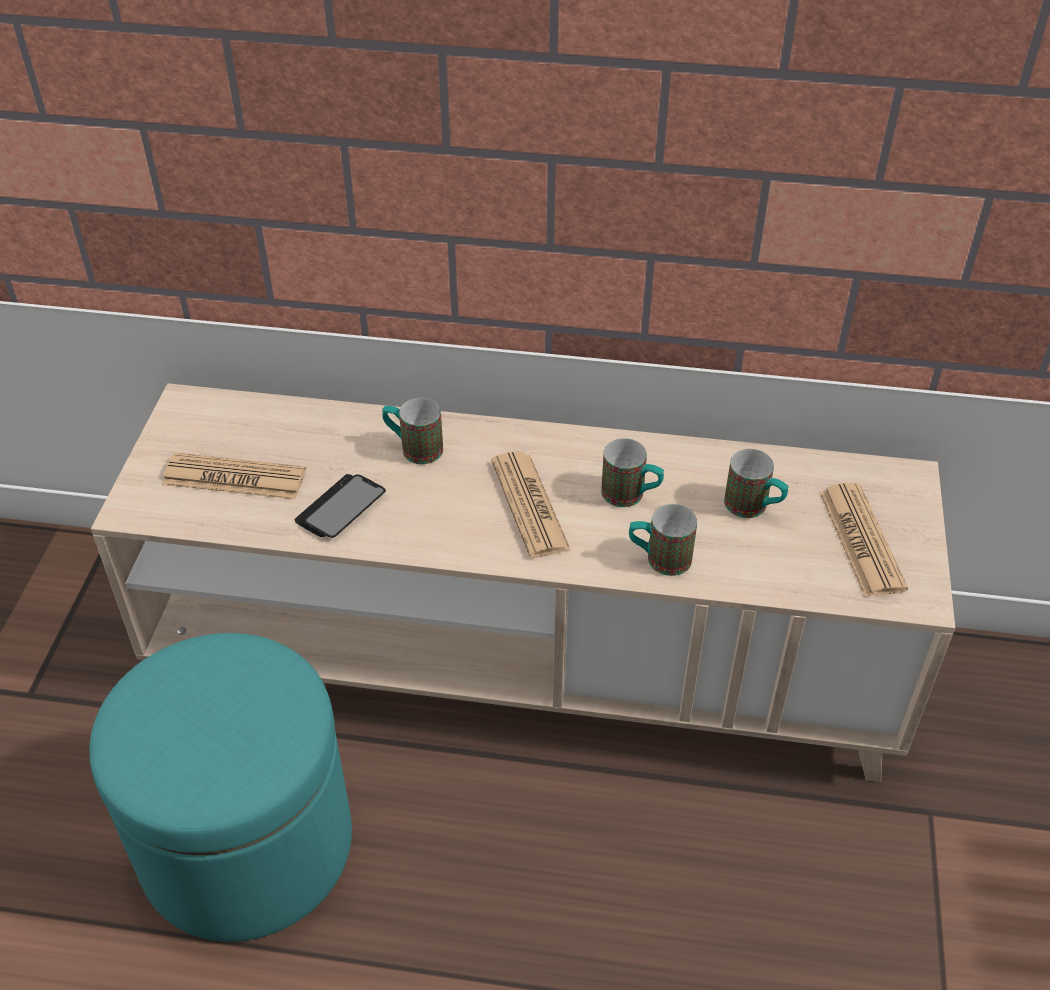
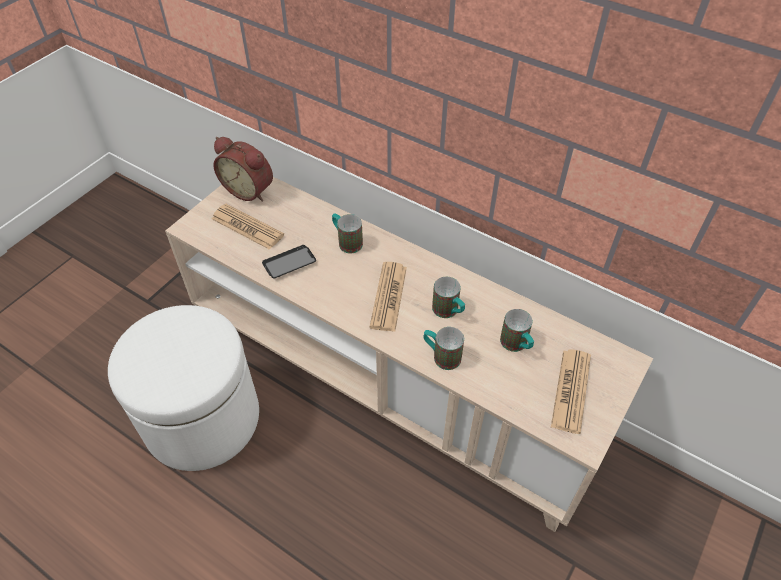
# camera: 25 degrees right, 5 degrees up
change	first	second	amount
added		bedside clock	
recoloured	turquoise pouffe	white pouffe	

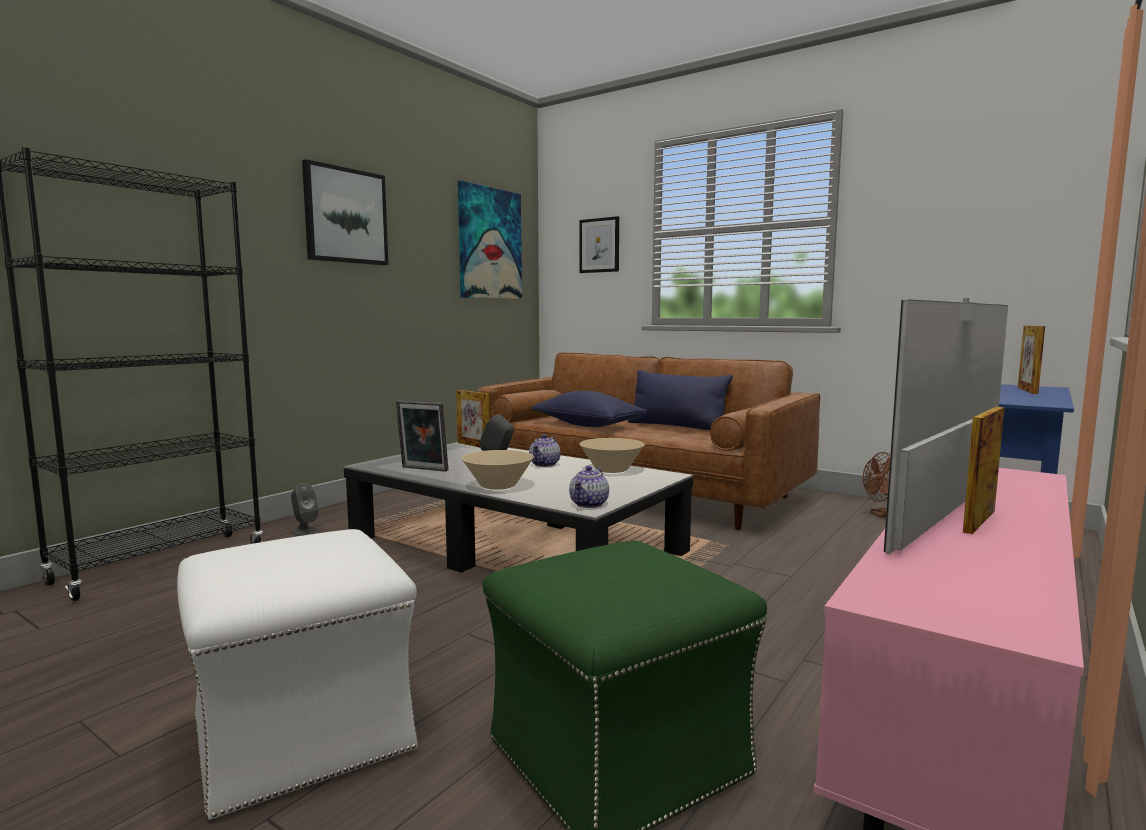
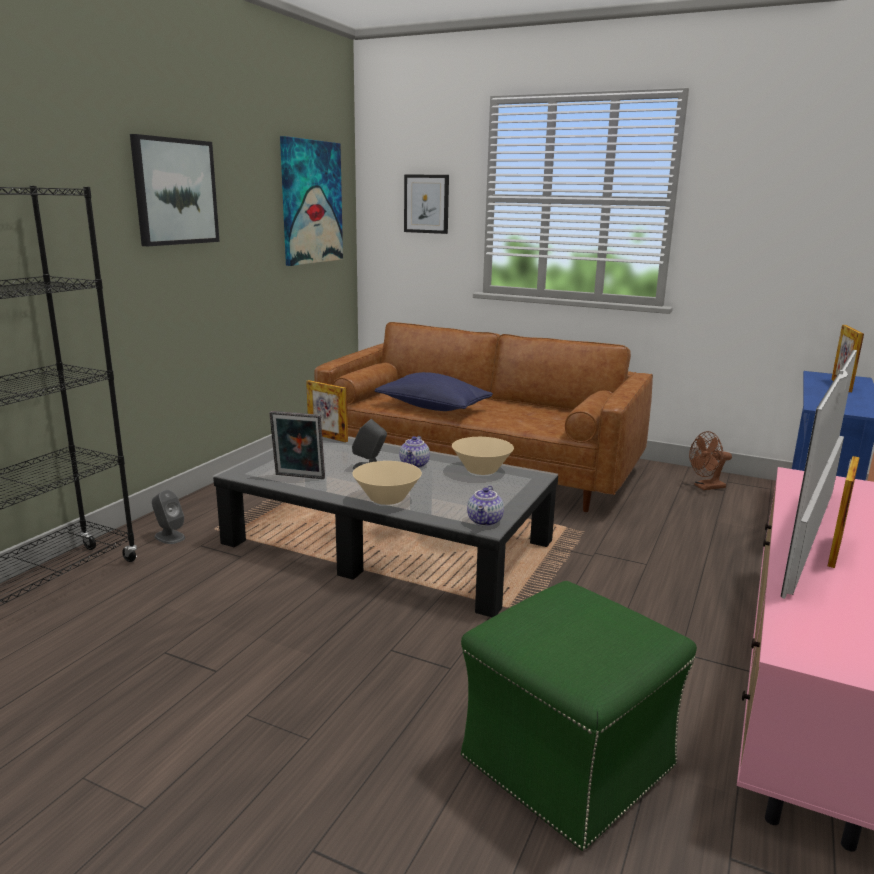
# camera: 10 degrees left, 10 degrees up
change	first	second	amount
removed	white pouffe		
removed	blue throw pillow (2nd from left)		

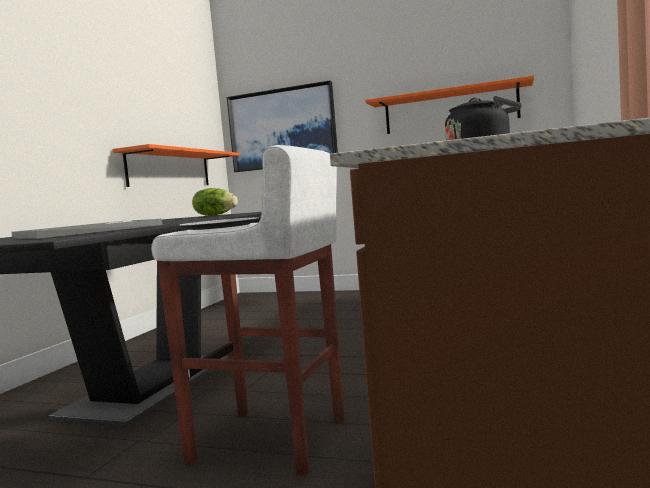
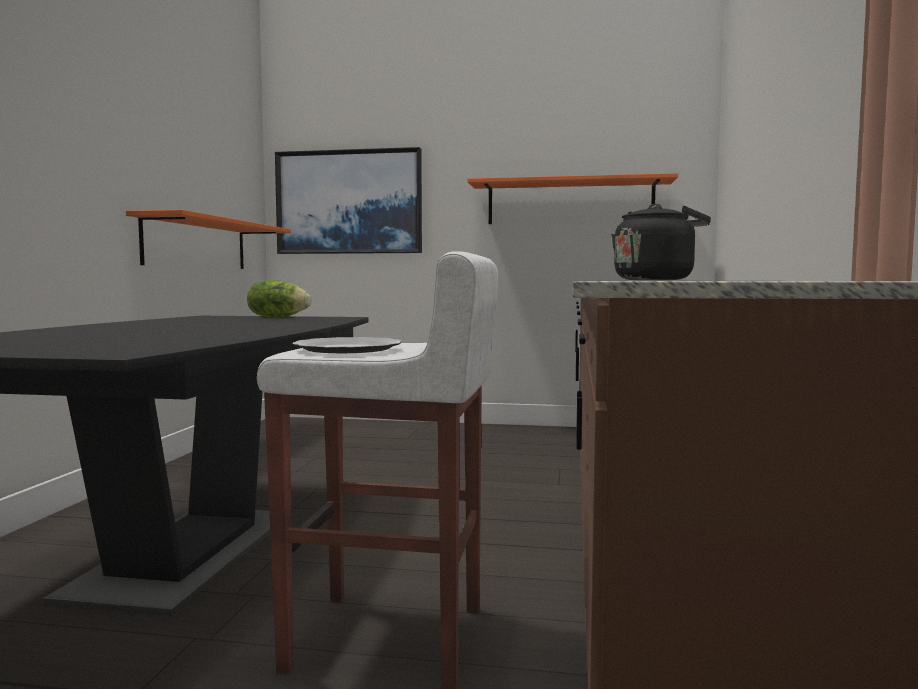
# camera: 10 degrees left, 0 degrees up
change	first	second	amount
removed	tray		

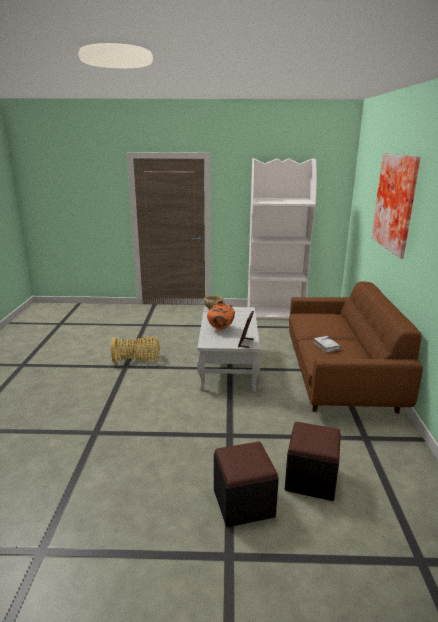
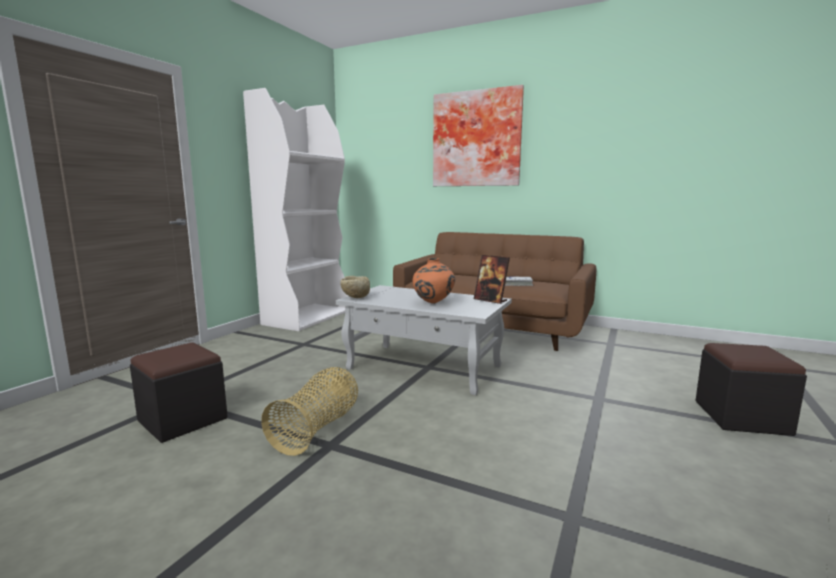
# camera: 65 degrees left, 10 degrees down
change	first	second	amount
moved	black-coloured pouffe (2nd from left in the first image)	black-coloured pouffe (1st from left)	

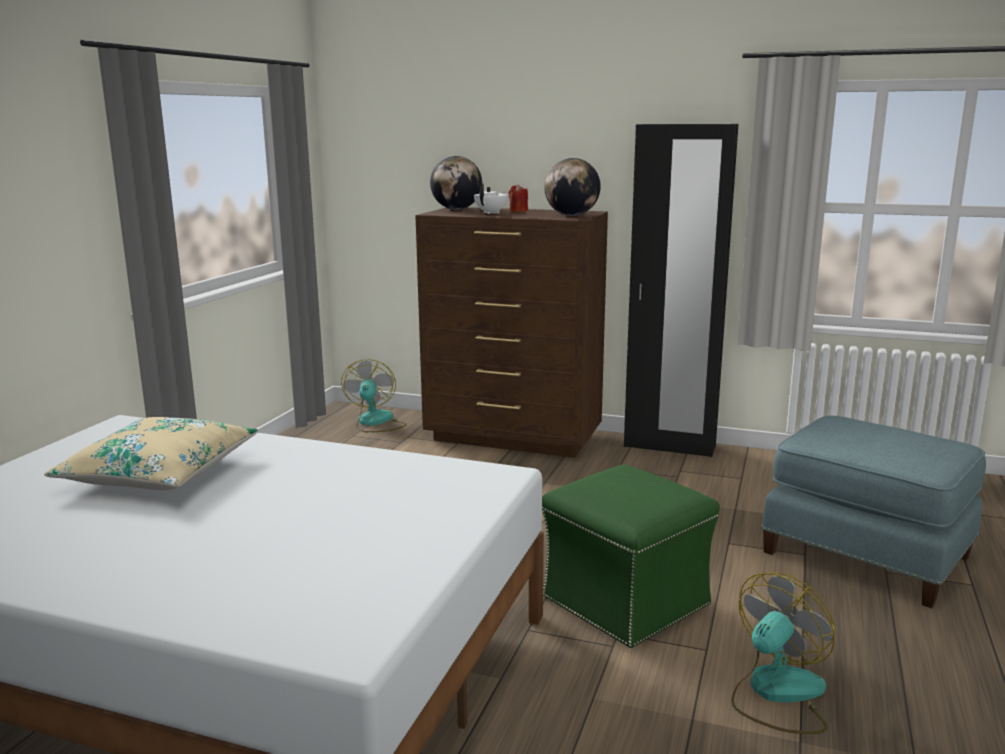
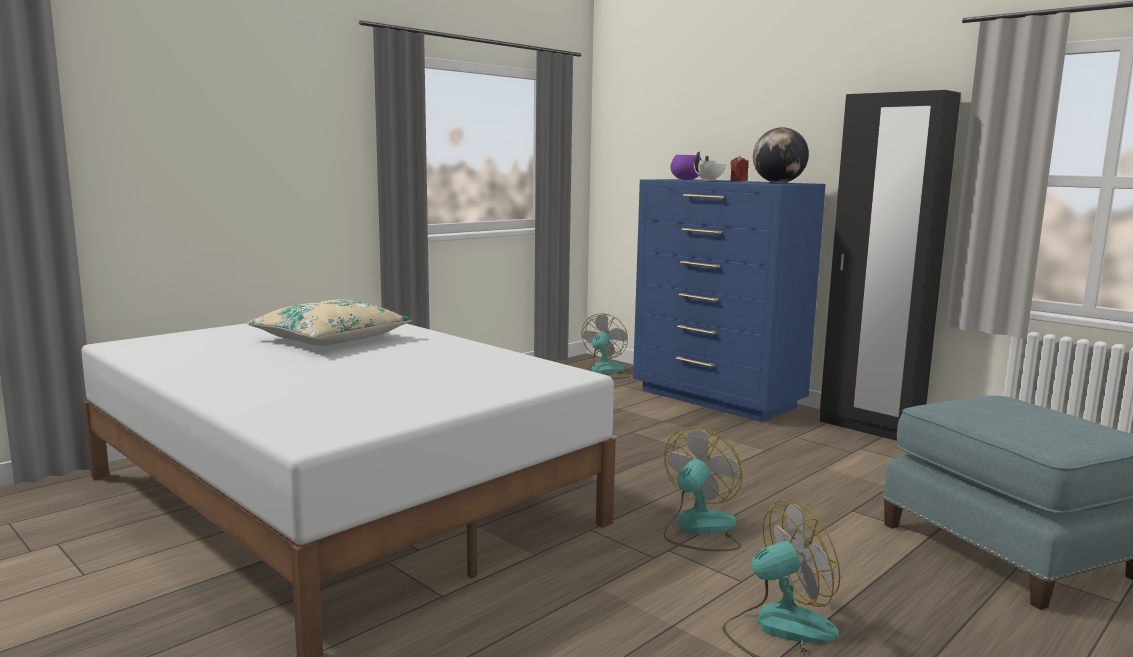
# camera: 25 degrees right, 5 degrees down
change	first	second	amount
replaced	desk globe (1st from left)	purple-coloured deep dish	
replaced	green-coloured pouffe	electric fan (2nd from left)	
recoloured	brown chest of drawers	blue chest of drawers	

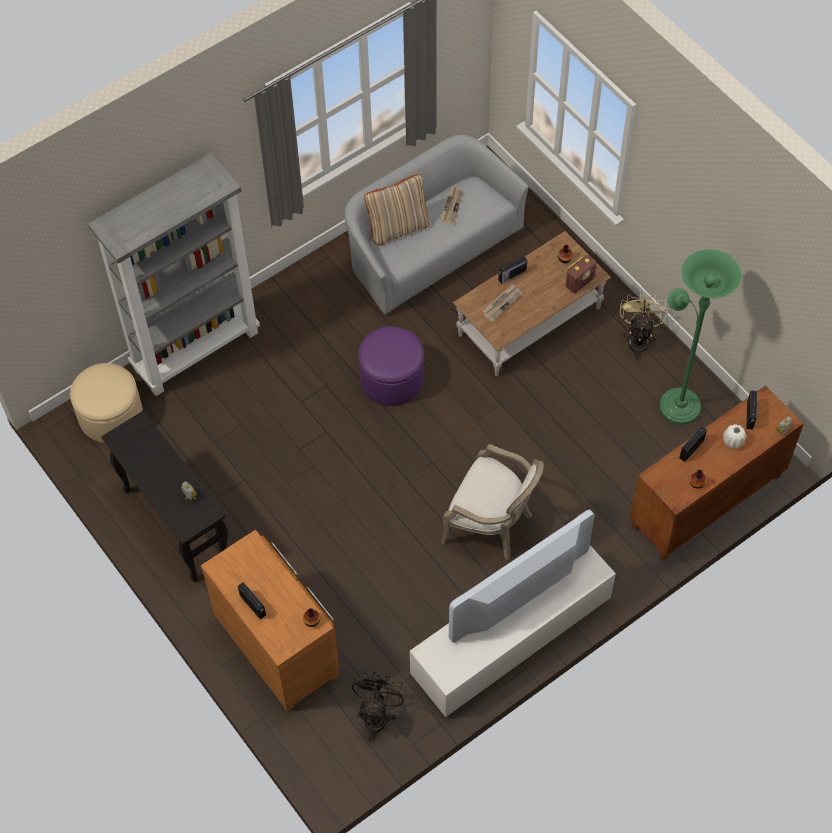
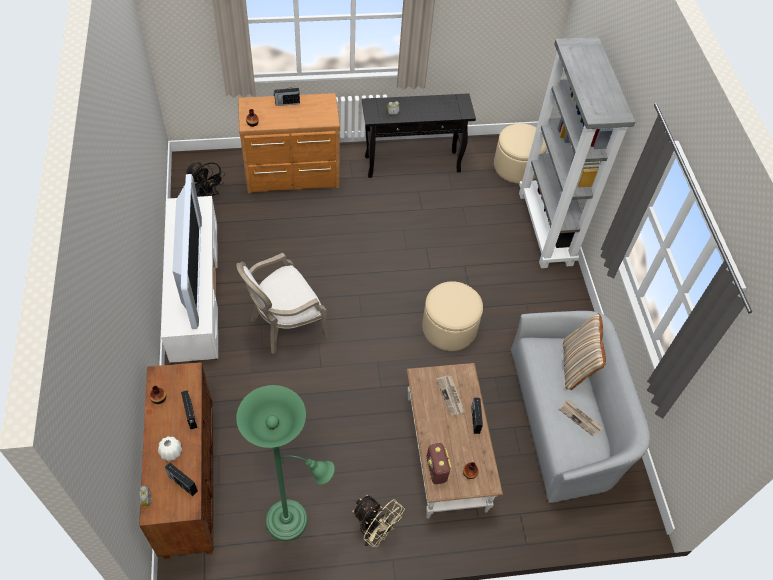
# camera: 115 degrees right, 5 degrees down
change	first	second	amount
recoloured	purple-coloured pouffe	beige-coloured pouffe (1st from left)	

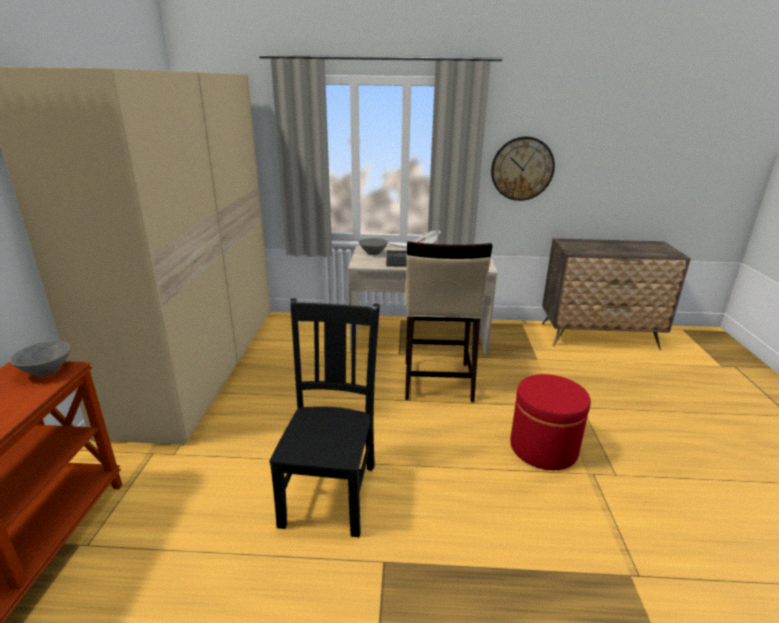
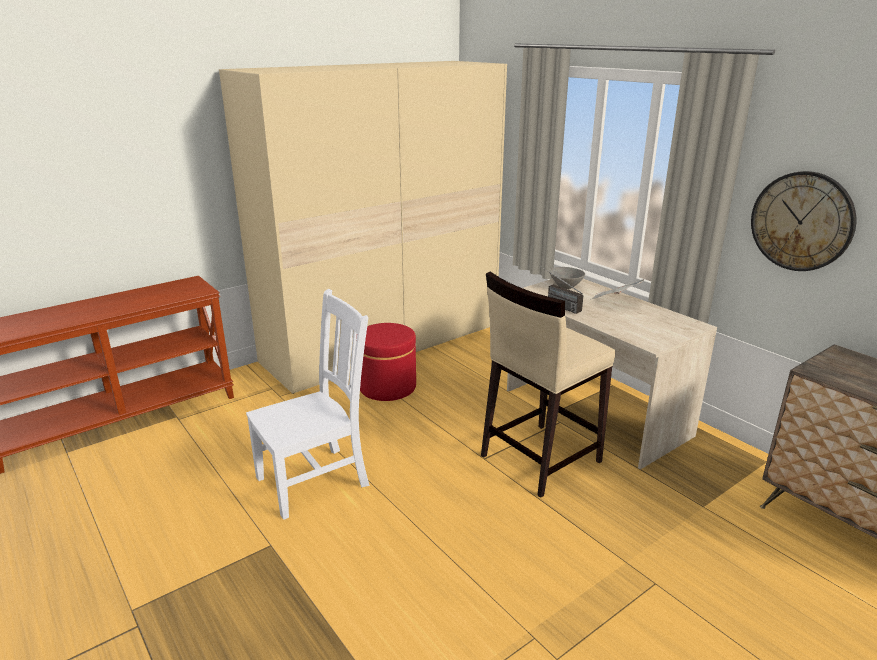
# camera: 50 degrees right, 0 degrees up
change	first	second	amount
removed	greyish deep dish (1st from left)		
moved	red pouffe		
recoloured	black-coloured chair	white chair	

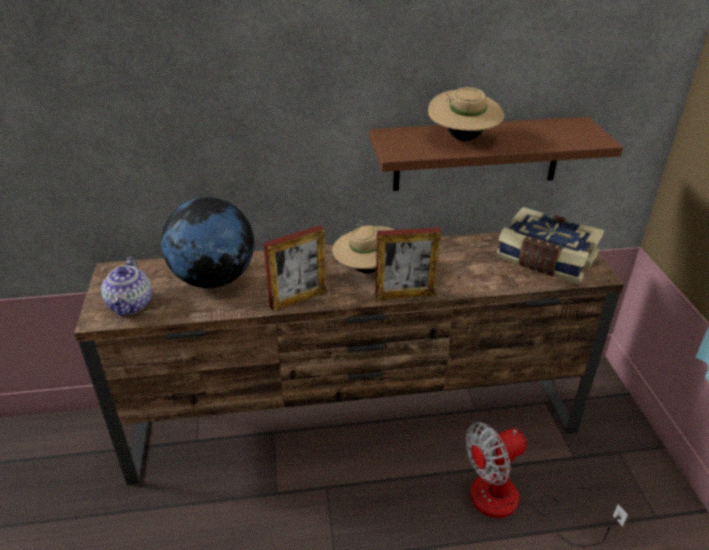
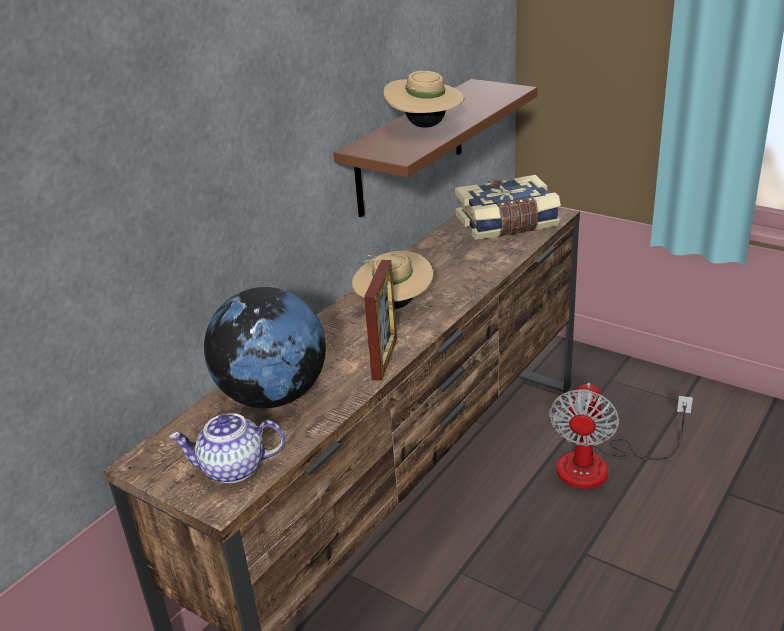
# camera: 45 degrees left, 5 degrees down
change	first	second	amount
removed	picture frame (2nd from left)		
turned	teapot		135 degrees clockwise

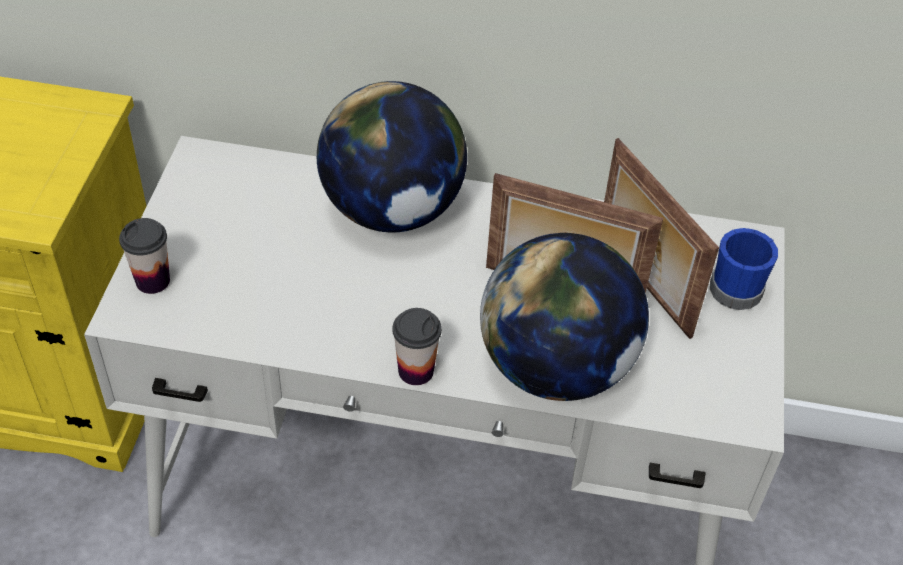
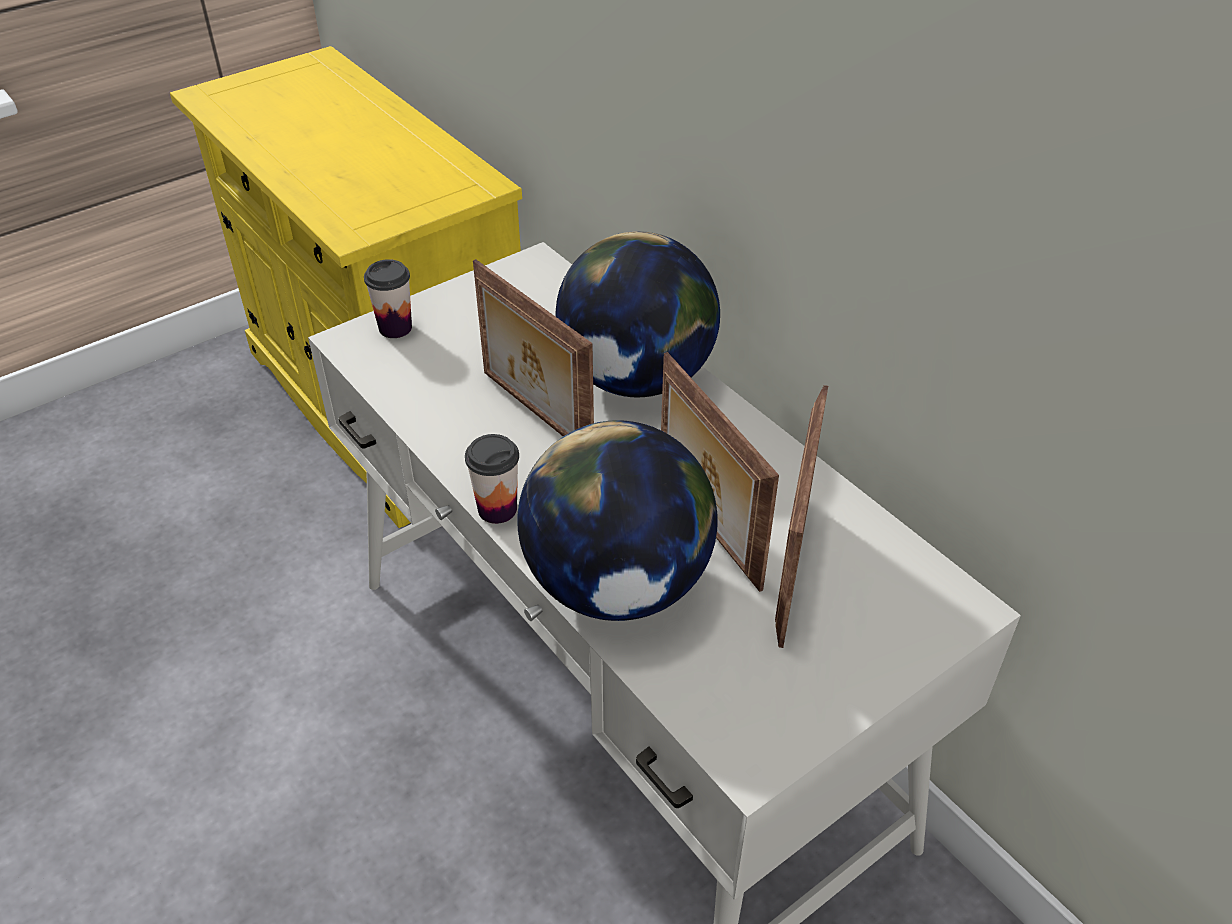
# camera: 45 degrees right, 5 degrees down
change	first	second	amount
removed	blue mug		
added		picture frame (1st from left)	

